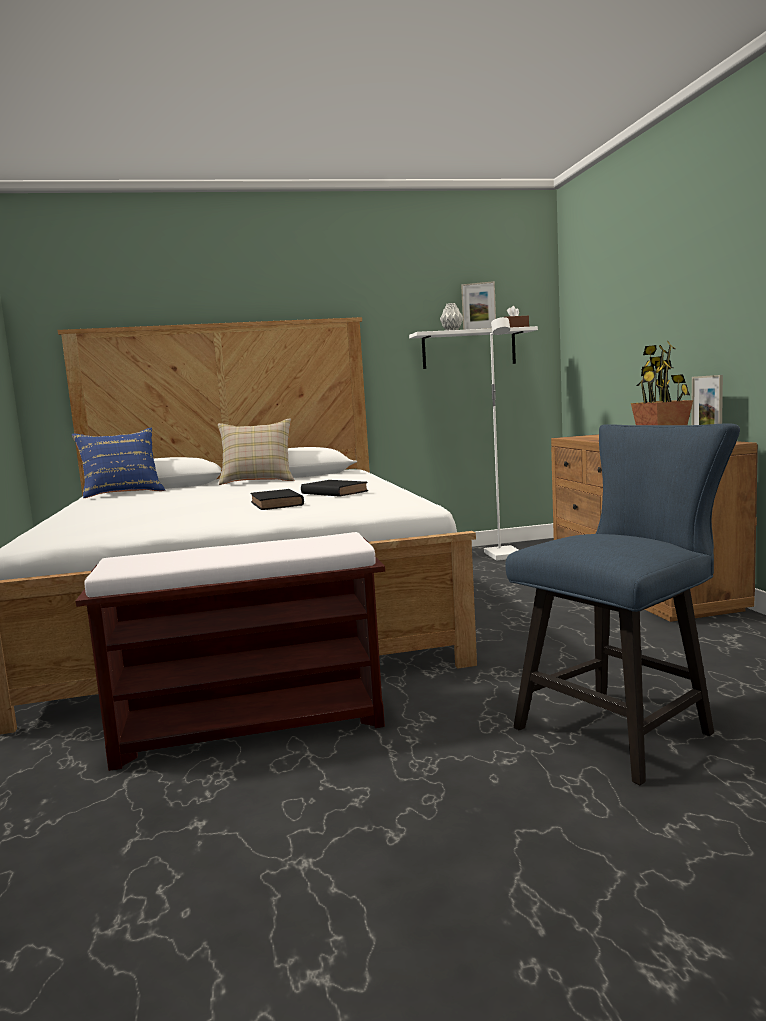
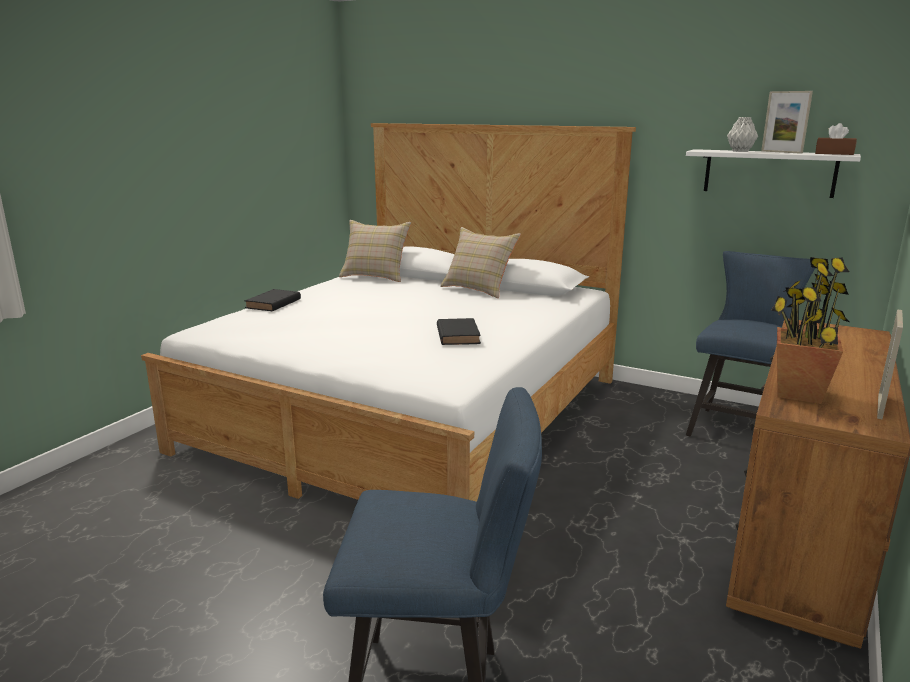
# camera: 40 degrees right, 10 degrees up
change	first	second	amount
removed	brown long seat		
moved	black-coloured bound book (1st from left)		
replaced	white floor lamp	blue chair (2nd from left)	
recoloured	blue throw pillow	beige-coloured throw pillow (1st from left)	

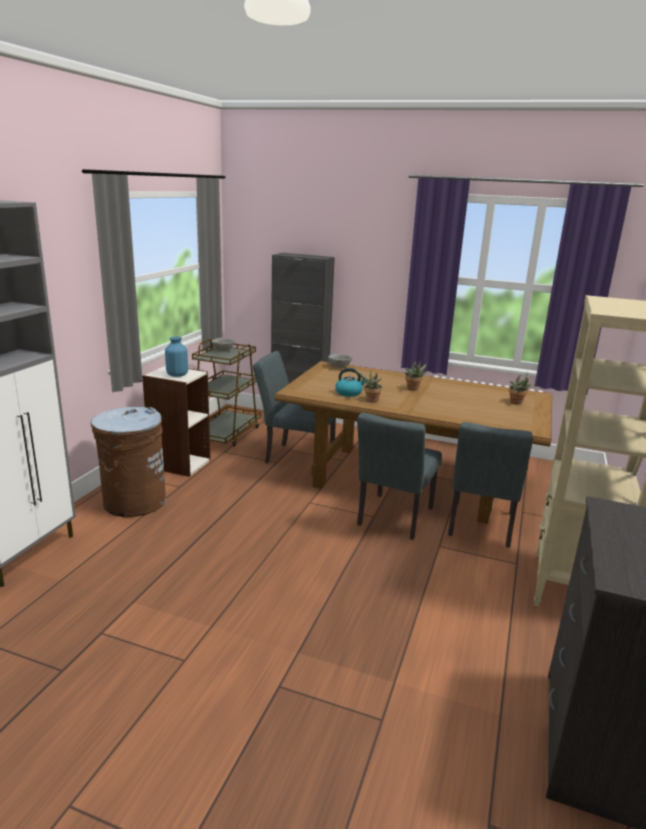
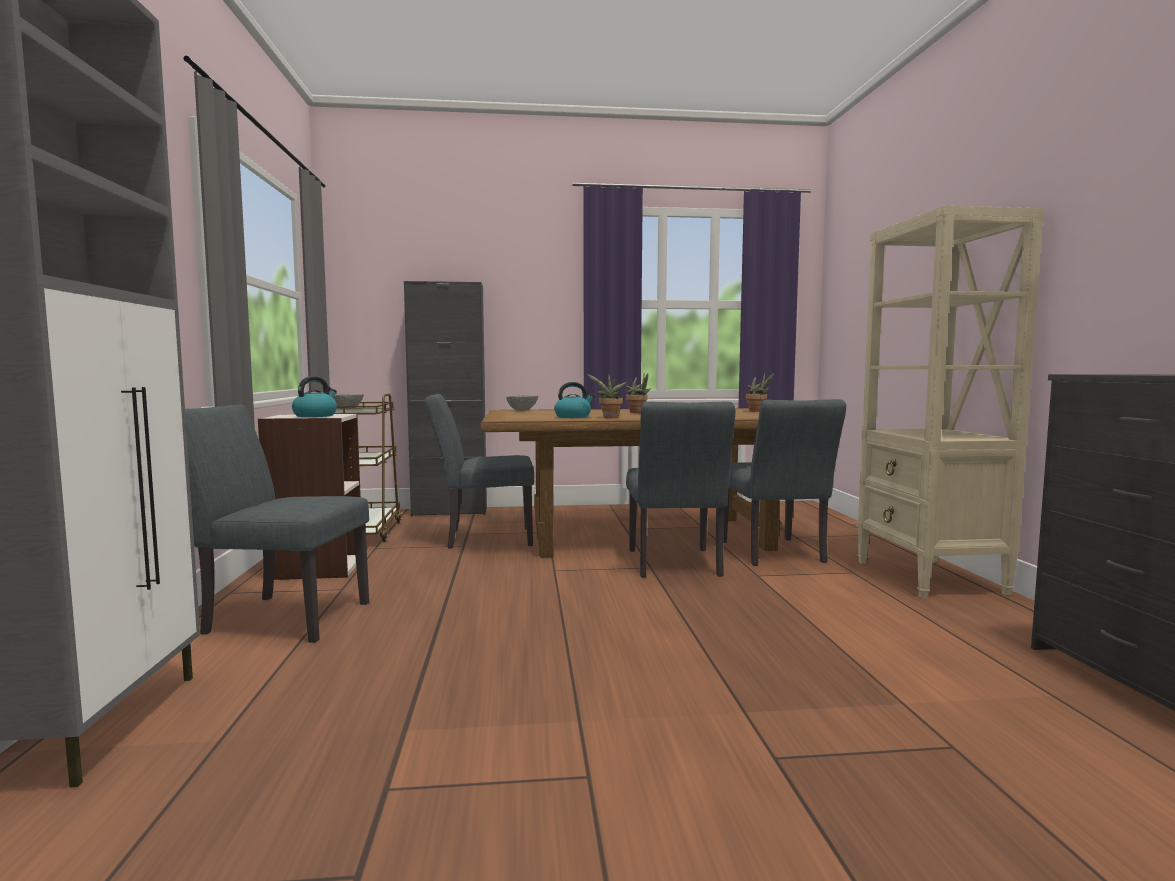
# camera: 25 degrees left, 15 degrees down
change	first	second	amount
replaced	brown waste bin	greyish chair (1st from left)	
replaced	blue vase	tea kettle (1st from left)	

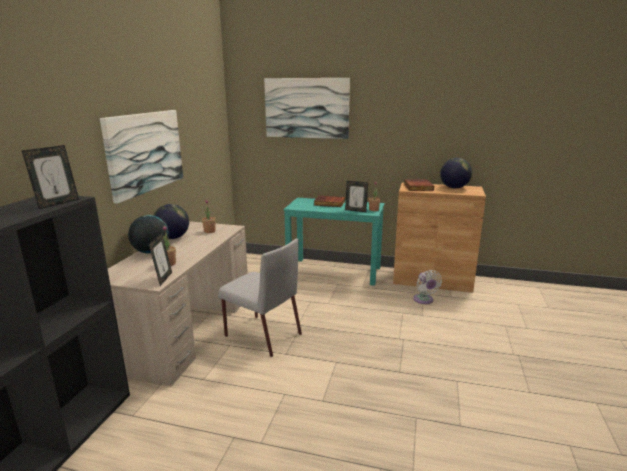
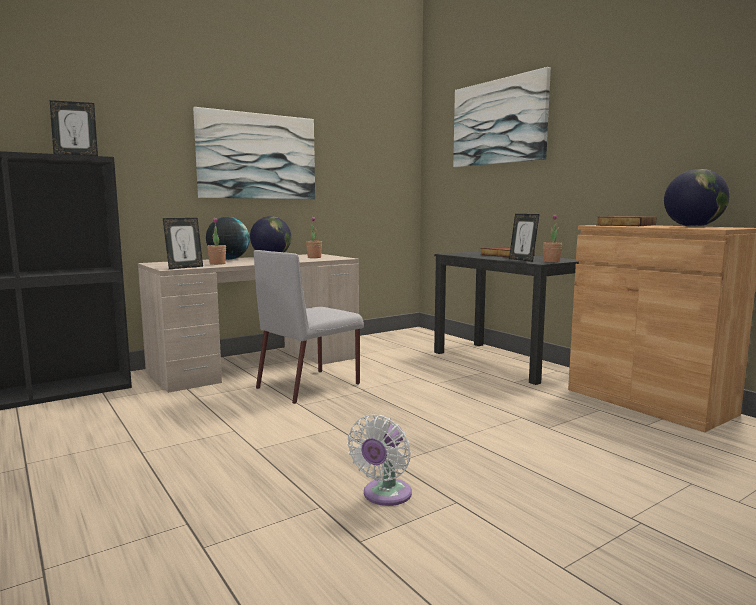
# camera: 40 degrees right, 10 degrees down
change	first	second	amount
moved	white electric fan		
recoloured	turquoise desk	black-coloured desk	
turned	greyish chair		60 degrees clockwise

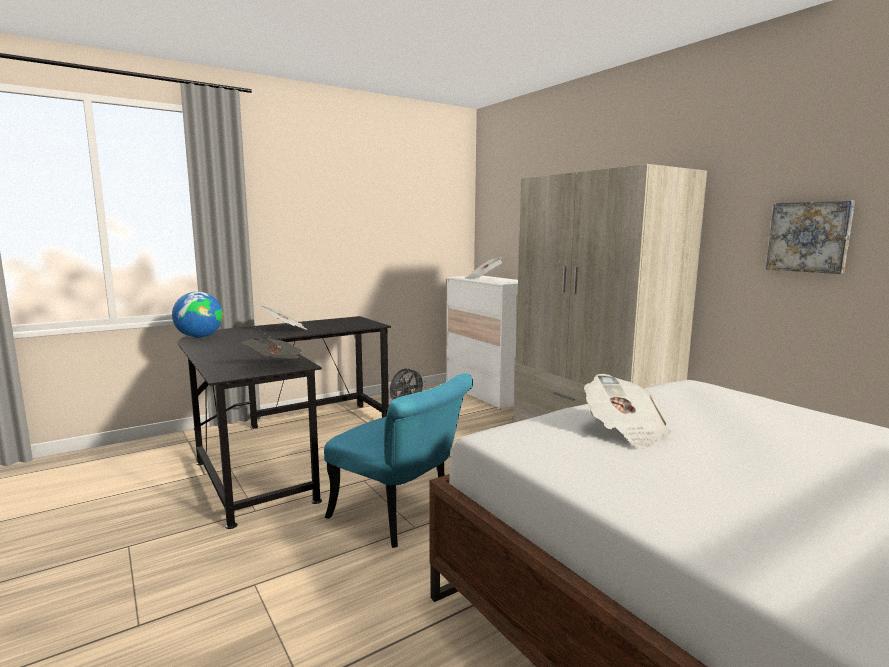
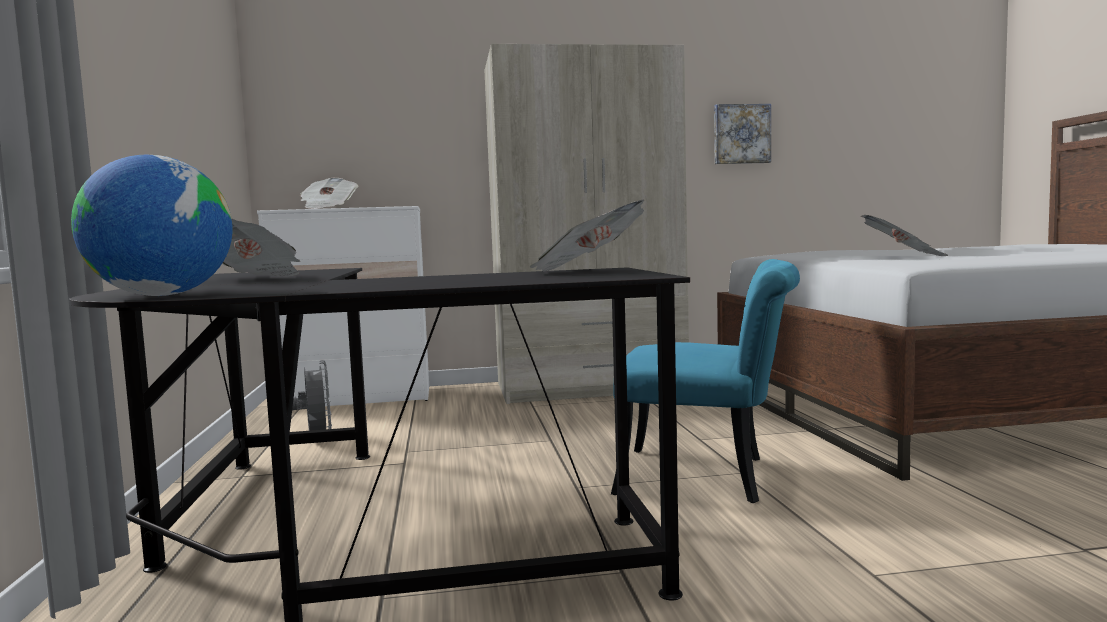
# camera: 65 degrees left, 5 degrees down
change	first	second	amount
turned	turquoise chair		45 degrees clockwise

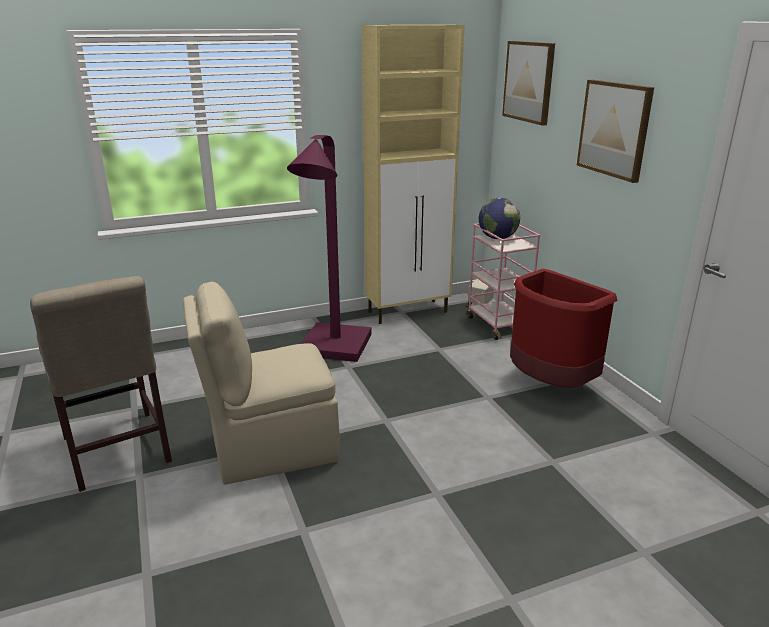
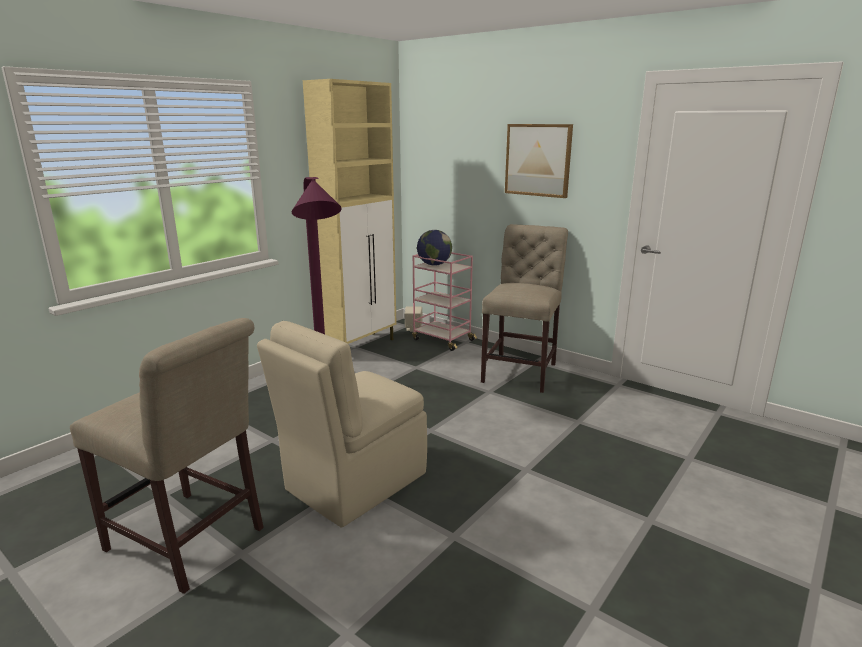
# camera: 30 degrees left, 5 degrees down
change	first	second	amount
removed	wall art (1st from left)		
replaced	red waste bin	beige-coloured chair (3rd from left)	

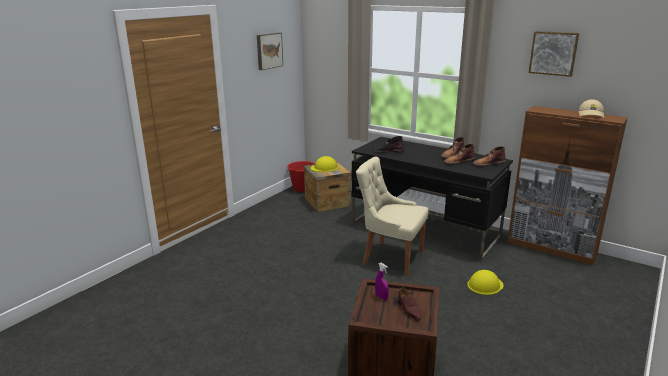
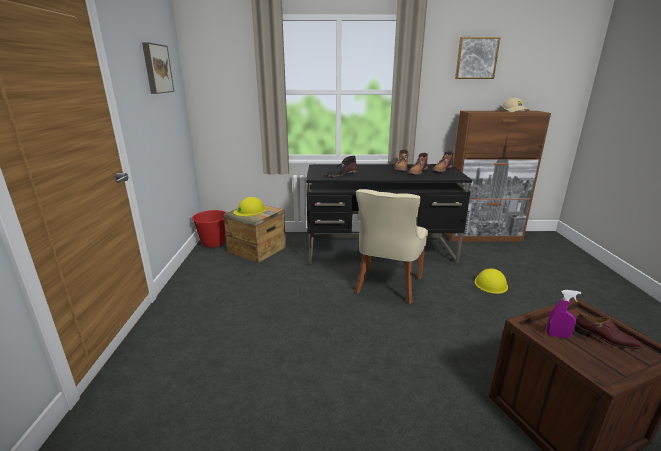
# camera: 35 degrees left, 0 degrees up
change	first	second	amount
turned	beige-coloured chair		60 degrees counterclockwise

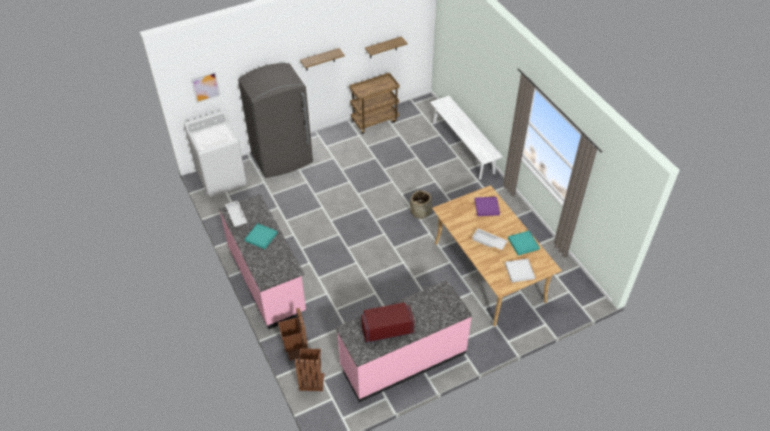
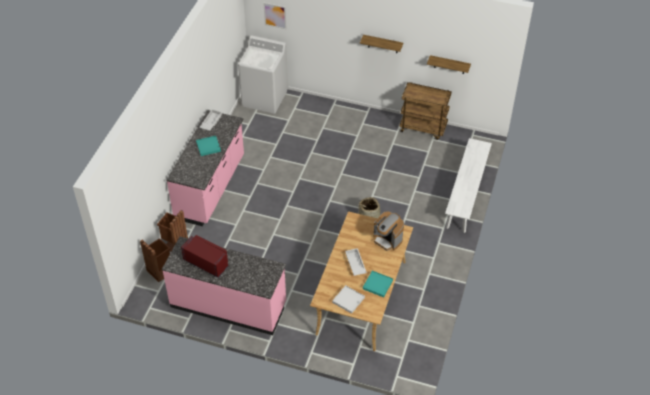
# camera: 45 degrees right, 0 degrees up
change	first	second	amount
removed	greyish refrigerator		
replaced	purple-coloured tray	coffee brewer	

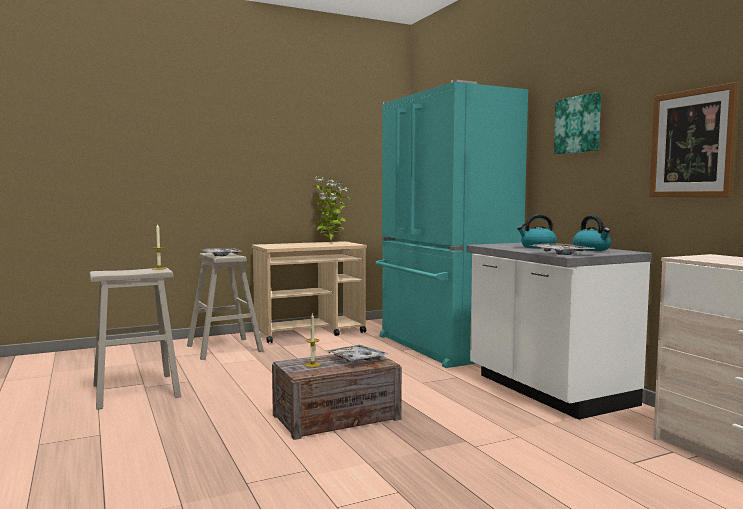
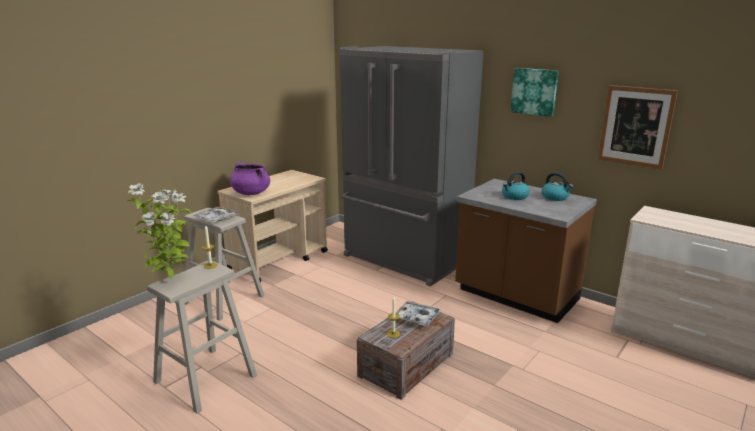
# camera: 25 degrees left, 15 degrees up
change	first	second	amount
removed	tray (3rd from left)		
added		purple-coloured cooking pot	
moved	plant in a pot		
recoloured	turquoise refrigerator	greyish refrigerator	
recoloured	white kitchen counter	brown kitchen counter	

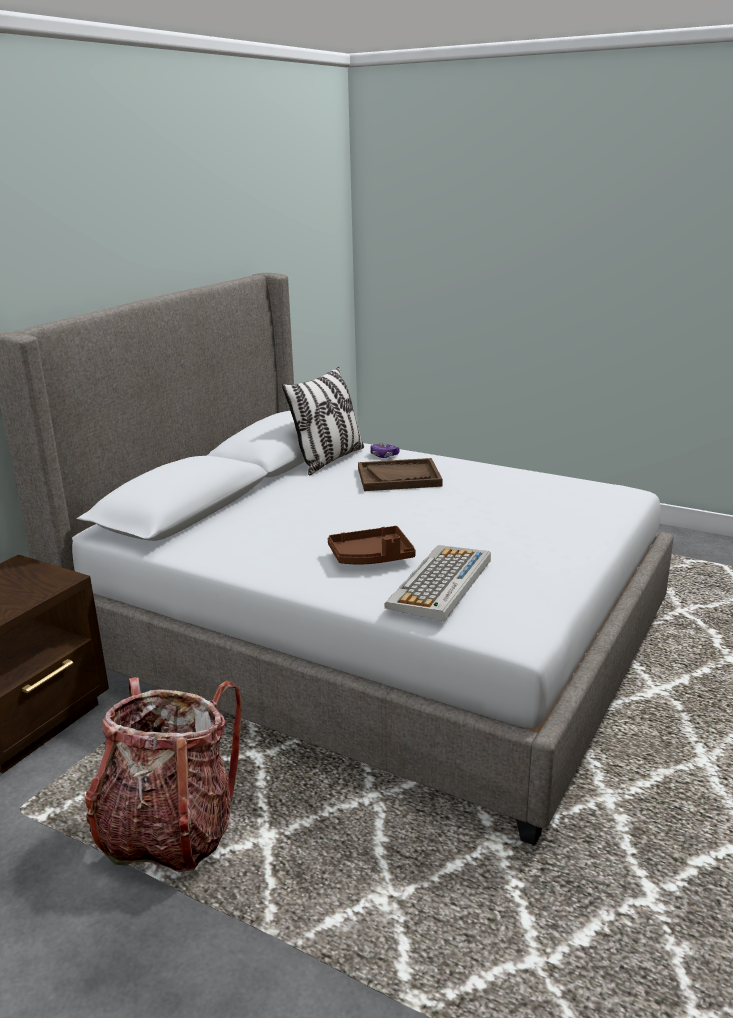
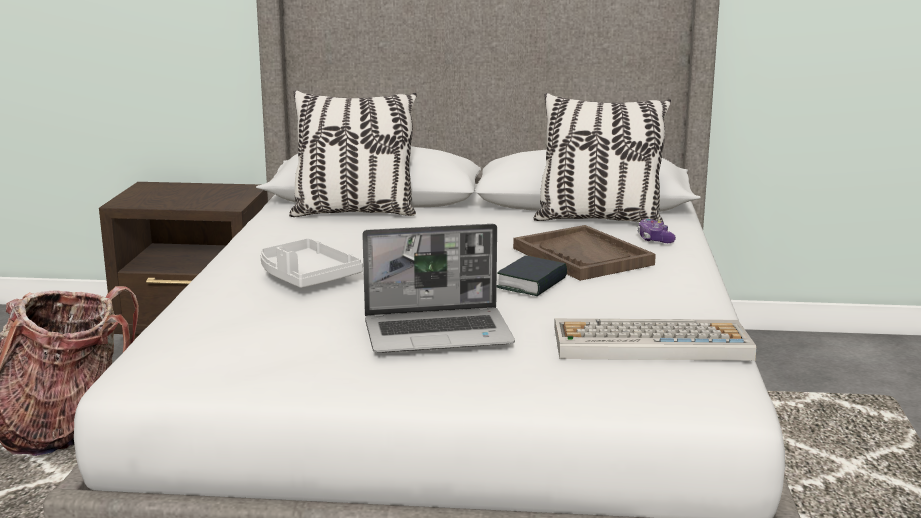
# camera: 65 degrees right, 5 degrees down
change	first	second	amount
added		throw pillow (1st from left)	
added		portable computer	
added		bound book	
moved	computer keyboard		
recoloured	brown tray (1st from left)	greyish tray	

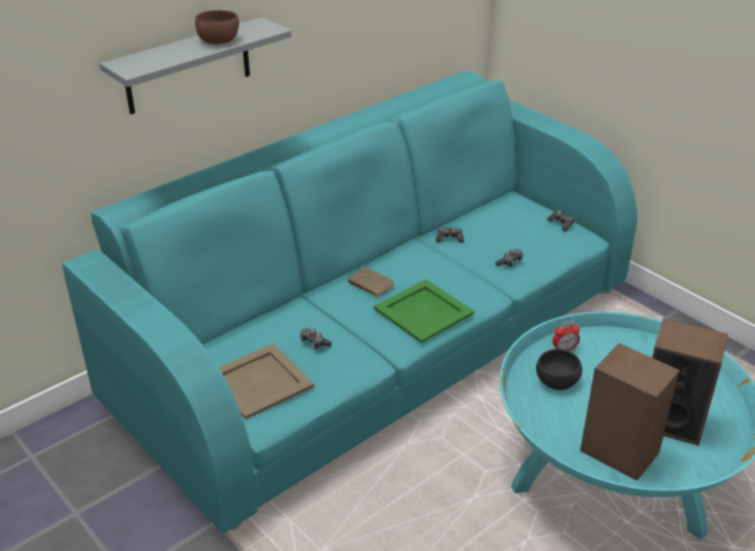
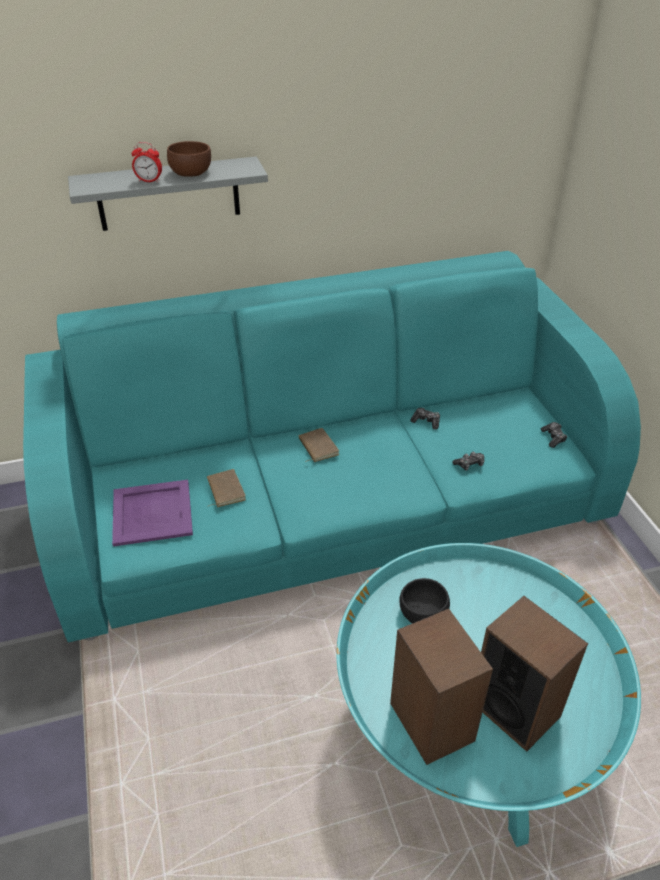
# camera: 25 degrees right, 5 degrees up
change	first	second	amount
removed	green-coloured tray		
moved	bedside clock		
replaced	joypad (1st from left)	brown bound book (1st from left)	
recoloured	beige-coloured tray	purple-coloured tray	

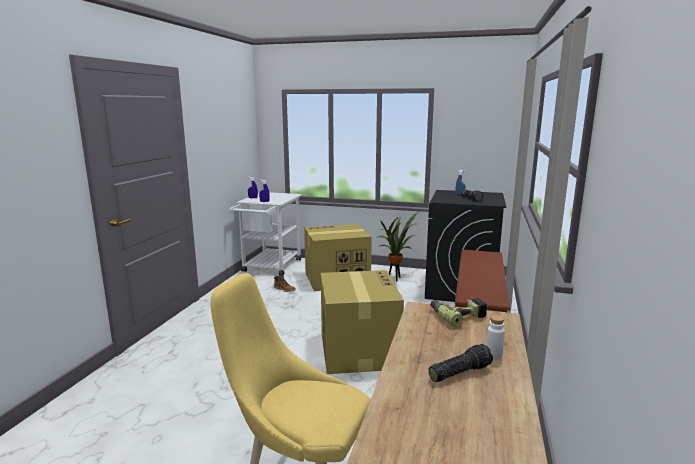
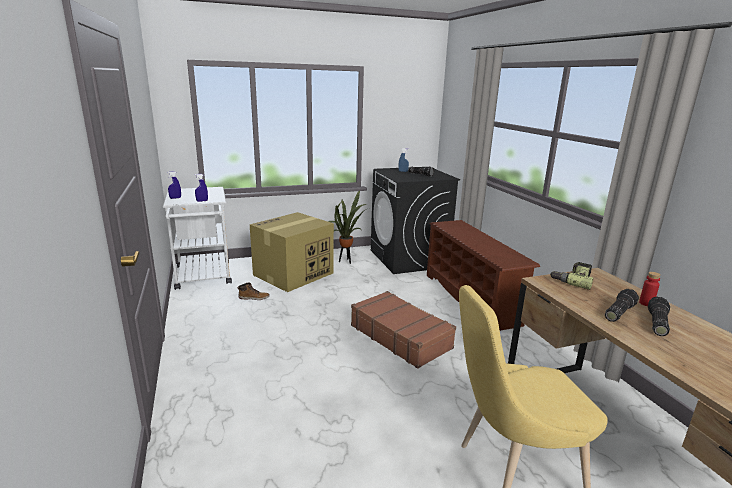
# camera: 35 degrees left, 5 degrees up
change	first	second	amount
added		hand torch (2nd from left)	
replaced	packing box (2nd from left)	brown piece of luggage	
recoloured	white bottle	red bottle	

